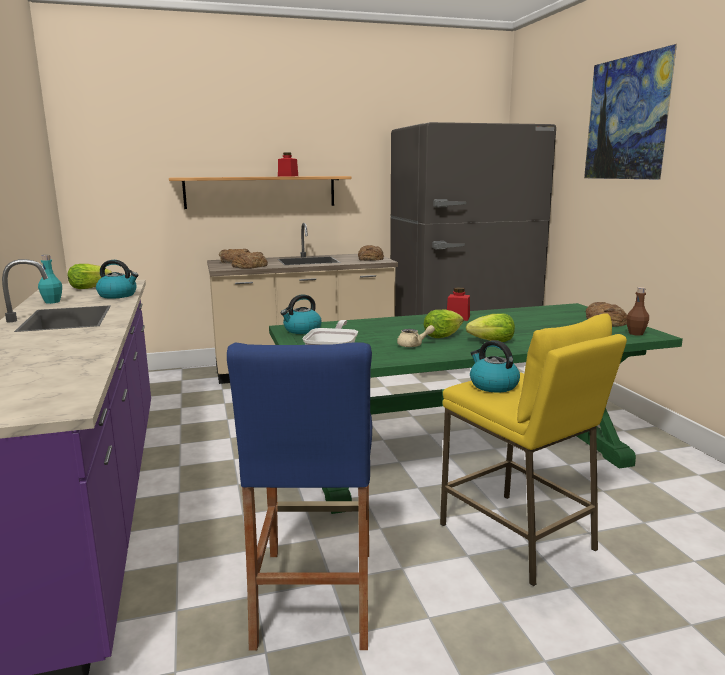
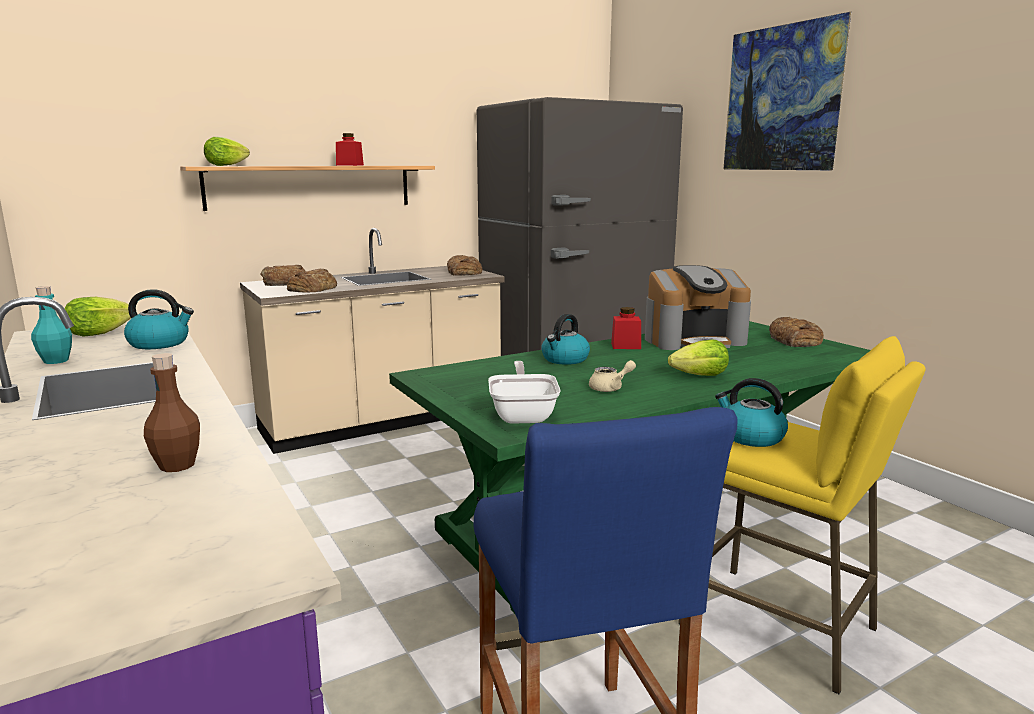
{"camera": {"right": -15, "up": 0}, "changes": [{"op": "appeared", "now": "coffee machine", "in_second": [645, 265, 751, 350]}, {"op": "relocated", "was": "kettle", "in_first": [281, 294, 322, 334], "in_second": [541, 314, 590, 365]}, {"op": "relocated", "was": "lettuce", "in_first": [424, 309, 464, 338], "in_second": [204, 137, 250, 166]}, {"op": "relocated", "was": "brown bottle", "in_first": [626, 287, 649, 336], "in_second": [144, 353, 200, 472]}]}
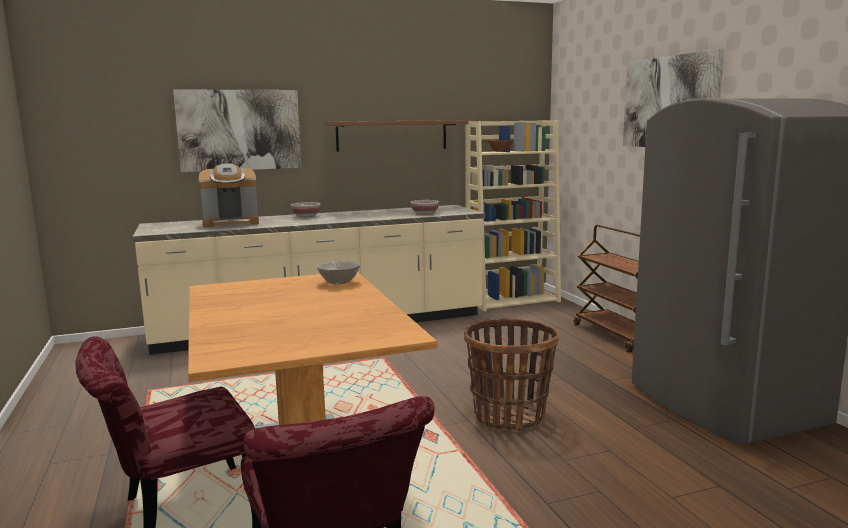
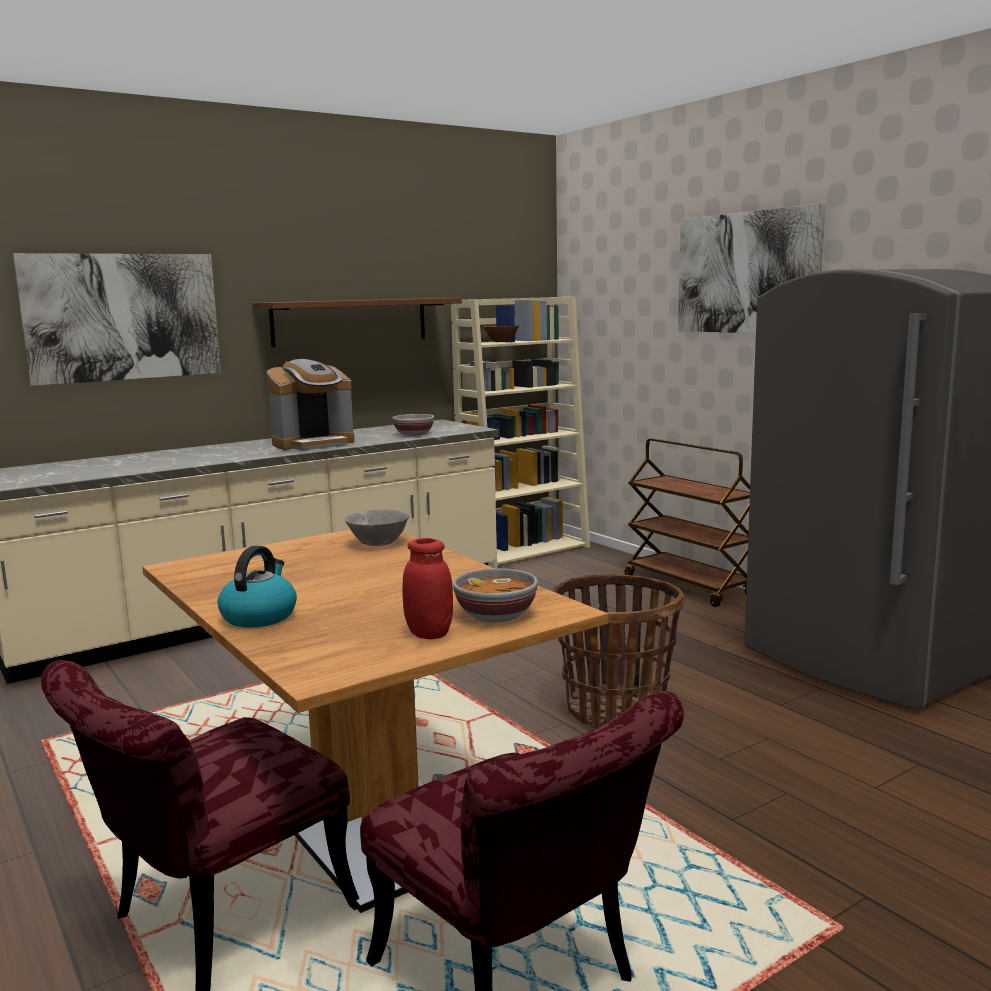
{"camera": {"right": -15, "up": 0}, "changes": [{"op": "appeared", "now": "kettle", "in_second": [218, 546, 297, 628]}, {"op": "appeared", "now": "red jar", "in_second": [402, 538, 453, 639]}, {"op": "relocated", "was": "coffee machine", "in_first": [199, 163, 259, 228], "in_second": [267, 359, 354, 450]}, {"op": "relocated", "was": "bowl", "in_first": [291, 202, 320, 217], "in_second": [453, 568, 538, 622]}]}
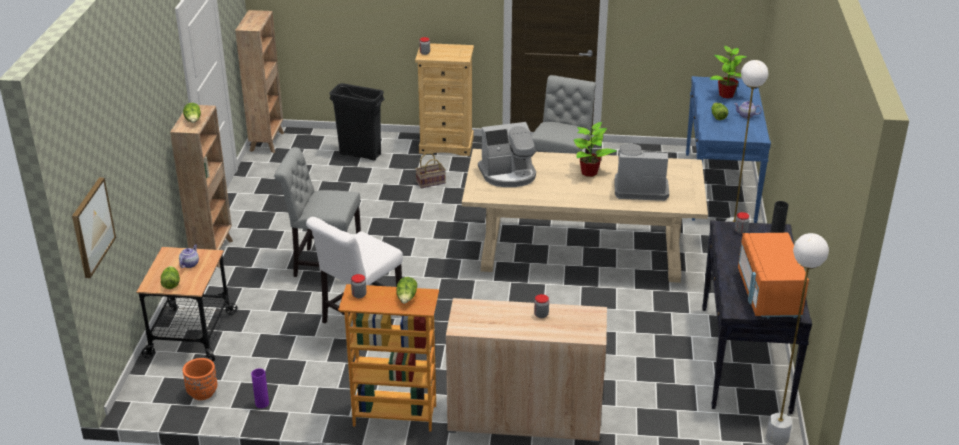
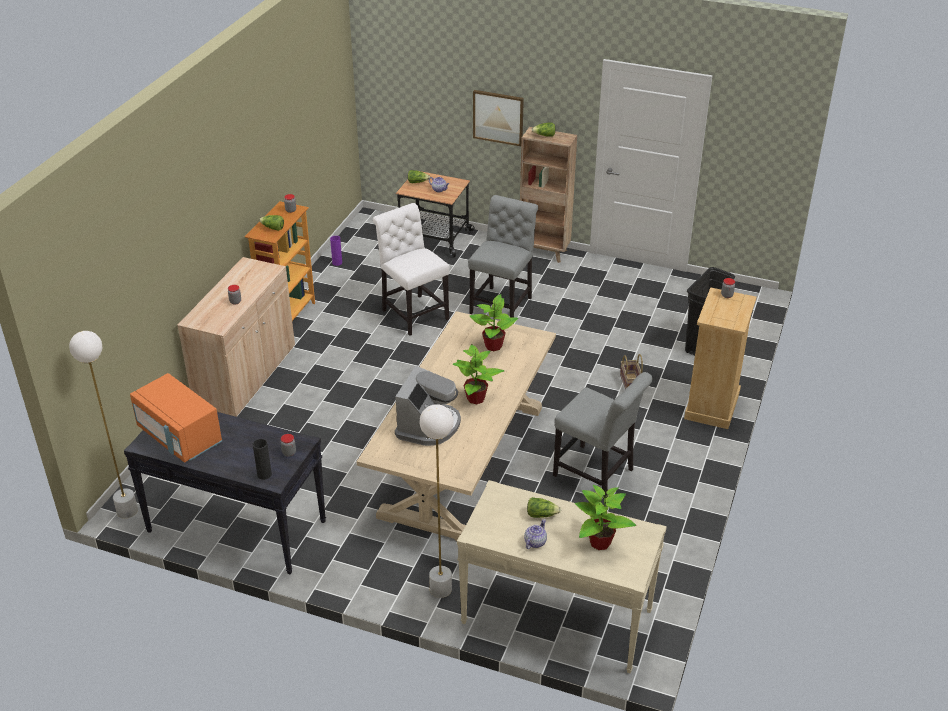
{"camera": {"right": 105, "up": 5}, "changes": [{"op": "missing", "was": "orange planter", "in_first": [183, 358, 218, 400]}, {"op": "missing", "was": "brown bookcase", "in_first": [235, 10, 284, 153]}, {"op": "relocated", "was": "picture", "in_first": [72, 177, 116, 278], "in_second": [473, 90, 524, 146]}, {"op": "exchanged", "was": "coffee machine", "now": "potted plant", "in_first": [478, 122, 536, 187], "in_second": [470, 294, 518, 351]}, {"op": "colour", "was": "blue console table", "now": "beige console table", "in_first": [686, 76, 771, 223], "in_second": [457, 480, 667, 673]}, {"op": "spun", "was": "orange microwave", "in_first": [738, 233, 809, 318], "in_second": [130, 373, 222, 463], "clockwise": -150}]}
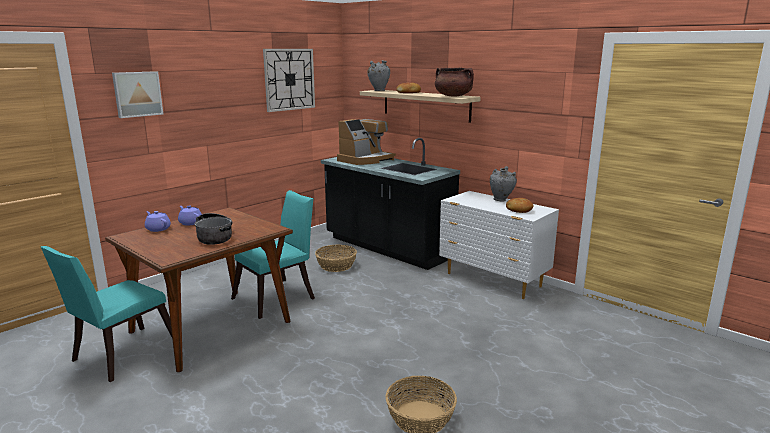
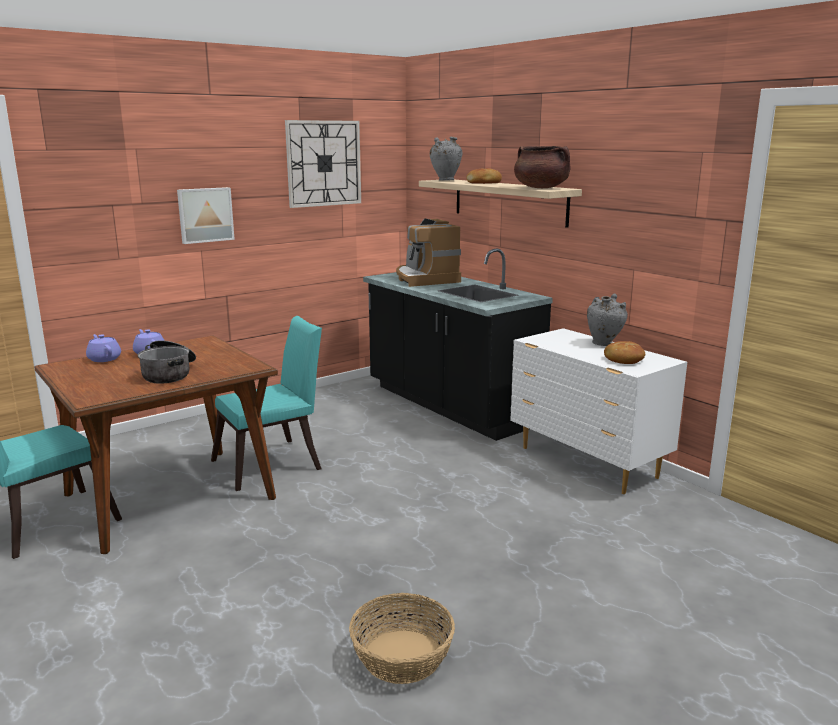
{"camera": {"right": 10, "up": 0}, "changes": [{"op": "missing", "was": "basket", "in_first": [315, 244, 357, 272]}, {"op": "relocated", "was": "picture", "in_first": [112, 71, 163, 118], "in_second": [177, 187, 235, 244]}, {"op": "spun", "was": "coffee machine", "in_first": [337, 119, 396, 165], "in_second": [396, 218, 461, 287], "clockwise": 105}]}
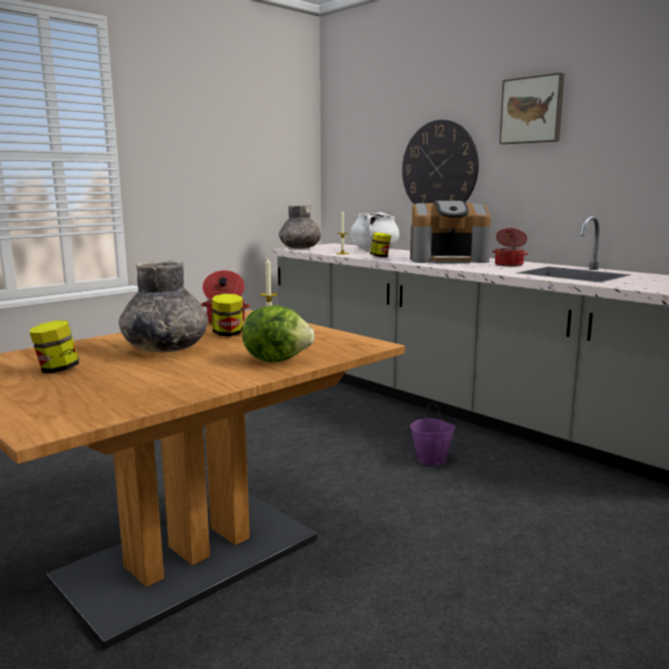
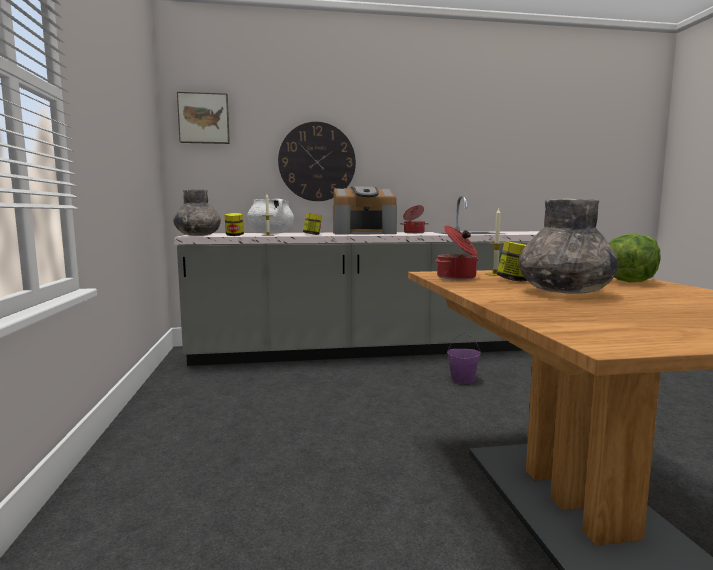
{"camera": {"right": -55, "up": -5}, "changes": [{"op": "relocated", "was": "jar", "in_first": [30, 320, 79, 373], "in_second": [224, 213, 244, 236]}, {"op": "relocated", "was": "picture", "in_first": [499, 73, 564, 144], "in_second": [177, 92, 230, 144]}, {"op": "spun", "was": "coffee machine", "in_first": [410, 201, 491, 263], "in_second": [333, 187, 397, 235], "clockwise": 45}]}
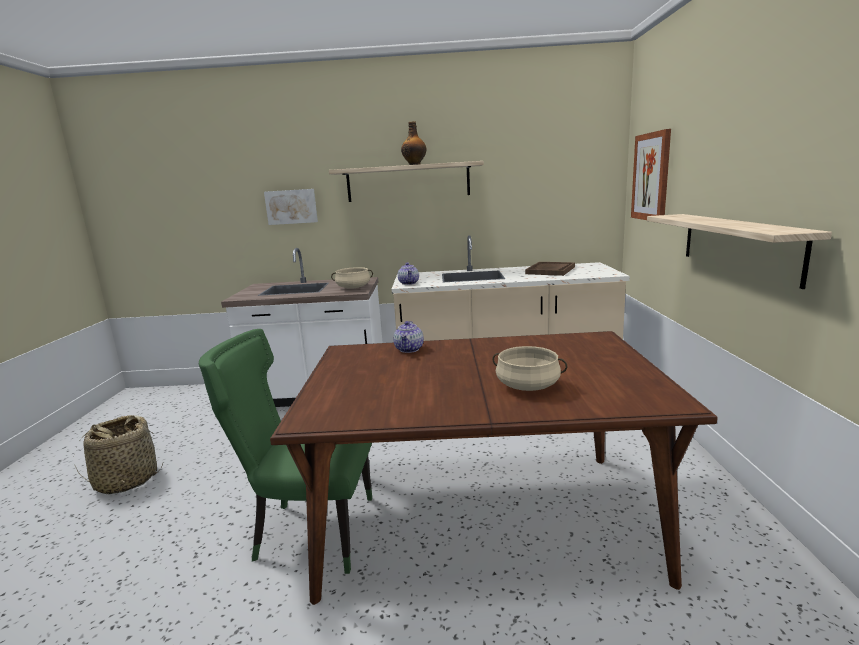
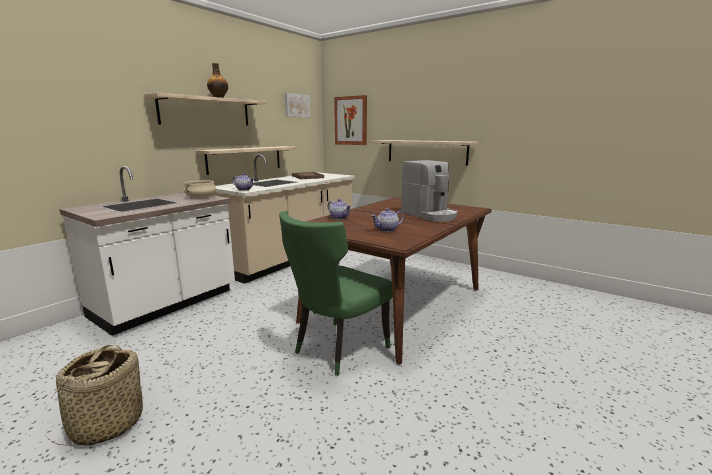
{"camera": {"right": -55, "up": 0}, "changes": [{"op": "appeared", "now": "shelf", "in_second": [196, 146, 297, 175]}, {"op": "appeared", "now": "teapot", "in_second": [371, 208, 404, 232]}, {"op": "relocated", "was": "picture", "in_first": [264, 189, 318, 225], "in_second": [284, 93, 310, 117]}, {"op": "exchanged", "was": "beige cooking pot", "now": "coffee machine", "in_first": [492, 346, 567, 391], "in_second": [401, 160, 457, 222]}]}
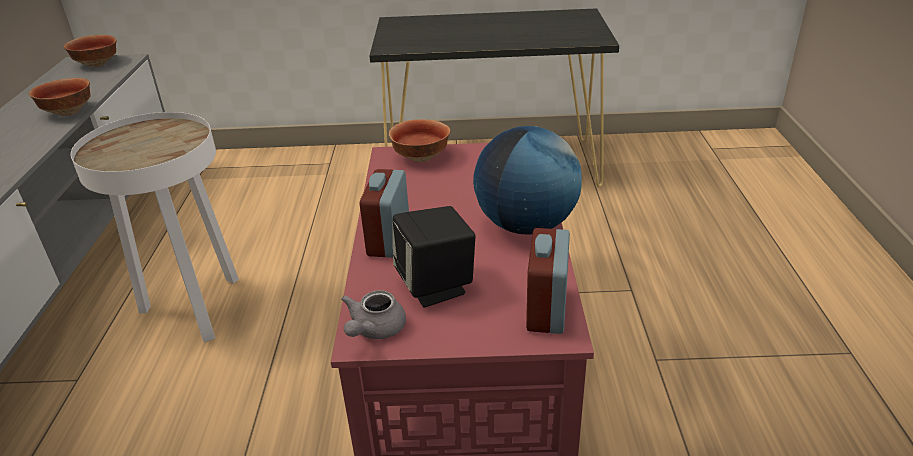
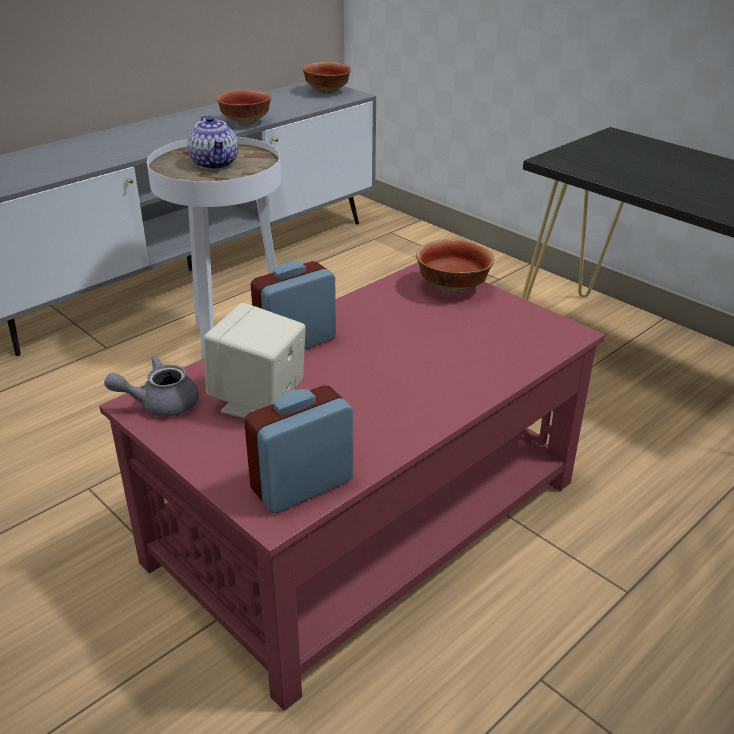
{"camera": {"right": 45, "up": 0}, "changes": [{"op": "missing", "was": "globe", "in_first": [473, 126, 582, 235]}, {"op": "appeared", "now": "teapot", "in_second": [187, 116, 238, 170]}, {"op": "colour", "was": "black speaker", "now": "beige speaker", "in_first": [393, 206, 476, 307], "in_second": [204, 303, 306, 419]}]}
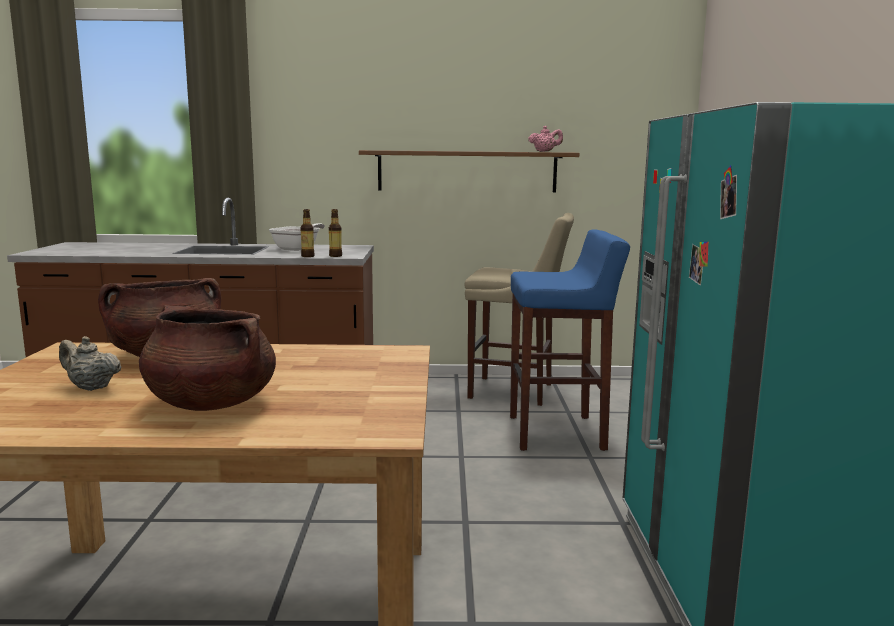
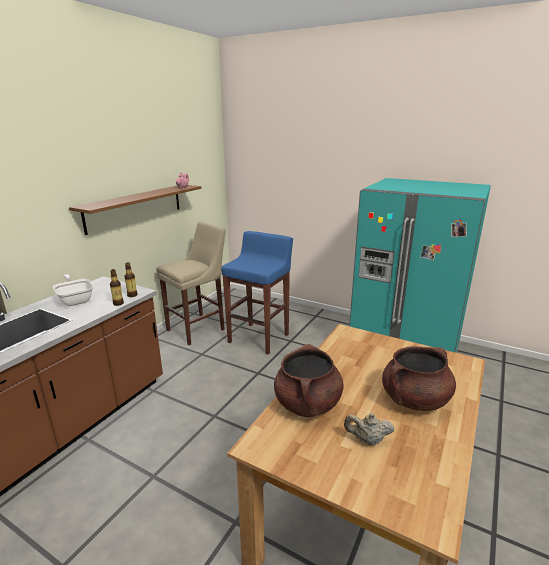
{"camera": {"right": -60, "up": 10}, "changes": [{"op": "spun", "was": "beige teapot", "in_first": [59, 336, 121, 391], "in_second": [344, 413, 395, 445], "clockwise": 45}]}
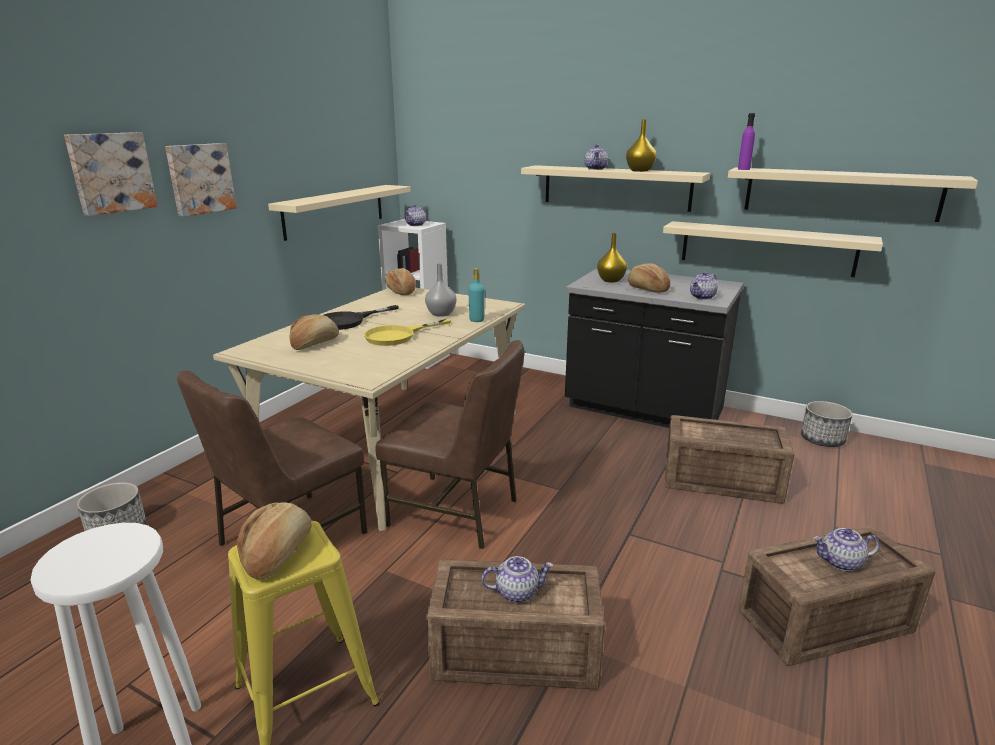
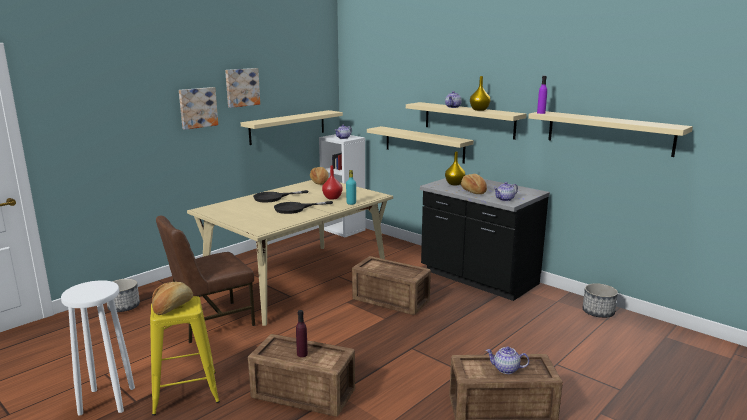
{"camera": {"right": 15, "up": -5}, "changes": [{"op": "missing", "was": "bread", "in_first": [290, 314, 339, 350]}, {"op": "missing", "was": "brown chair", "in_first": [375, 340, 524, 549]}, {"op": "relocated", "was": "picture", "in_first": [64, 132, 157, 216], "in_second": [225, 68, 260, 108]}, {"op": "relocated", "was": "beige shelf", "in_first": [663, 221, 883, 277], "in_second": [367, 126, 474, 164]}, {"op": "relocated", "was": "crate", "in_first": [665, 415, 795, 504], "in_second": [352, 256, 431, 315]}, {"op": "exchanged", "was": "teapot", "now": "purple bottle", "in_first": [482, 556, 553, 603], "in_second": [296, 310, 308, 357]}, {"op": "colour", "was": "yellow frying pan", "now": "black frying pan", "in_first": [364, 319, 451, 346], "in_second": [274, 201, 333, 214]}, {"op": "colour", "was": "grey vase", "now": "red vase", "in_first": [425, 264, 457, 317], "in_second": [322, 166, 343, 200]}]}
